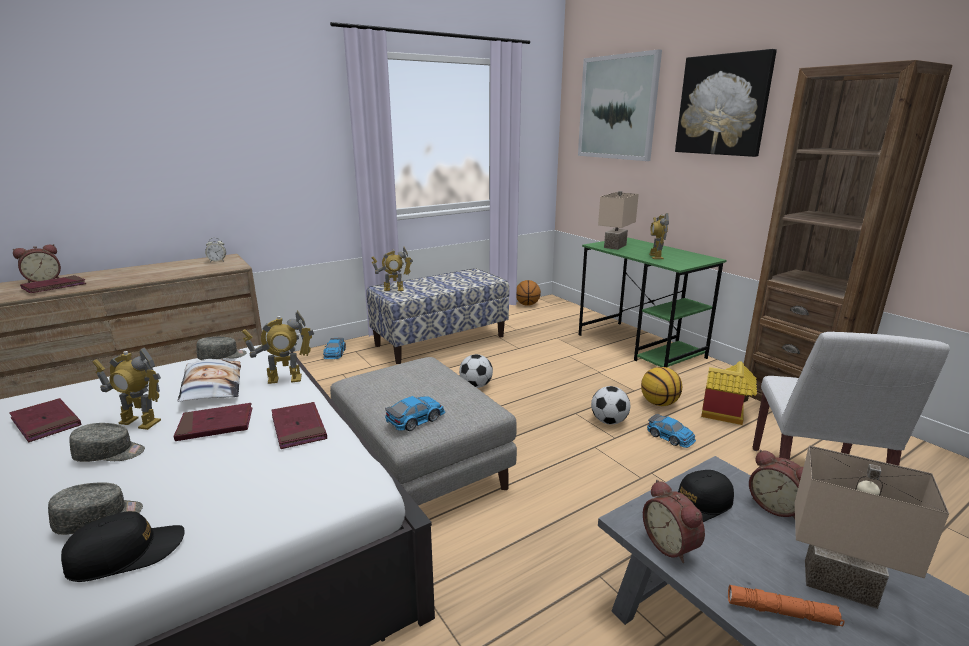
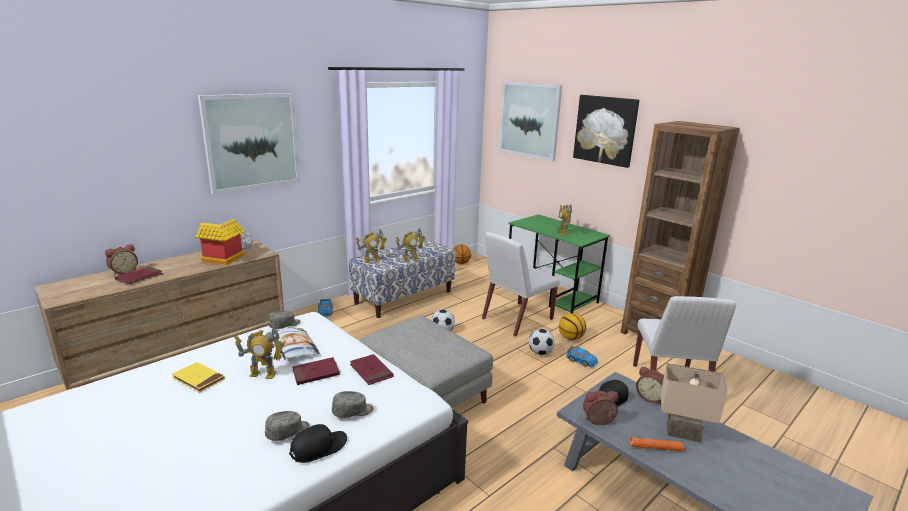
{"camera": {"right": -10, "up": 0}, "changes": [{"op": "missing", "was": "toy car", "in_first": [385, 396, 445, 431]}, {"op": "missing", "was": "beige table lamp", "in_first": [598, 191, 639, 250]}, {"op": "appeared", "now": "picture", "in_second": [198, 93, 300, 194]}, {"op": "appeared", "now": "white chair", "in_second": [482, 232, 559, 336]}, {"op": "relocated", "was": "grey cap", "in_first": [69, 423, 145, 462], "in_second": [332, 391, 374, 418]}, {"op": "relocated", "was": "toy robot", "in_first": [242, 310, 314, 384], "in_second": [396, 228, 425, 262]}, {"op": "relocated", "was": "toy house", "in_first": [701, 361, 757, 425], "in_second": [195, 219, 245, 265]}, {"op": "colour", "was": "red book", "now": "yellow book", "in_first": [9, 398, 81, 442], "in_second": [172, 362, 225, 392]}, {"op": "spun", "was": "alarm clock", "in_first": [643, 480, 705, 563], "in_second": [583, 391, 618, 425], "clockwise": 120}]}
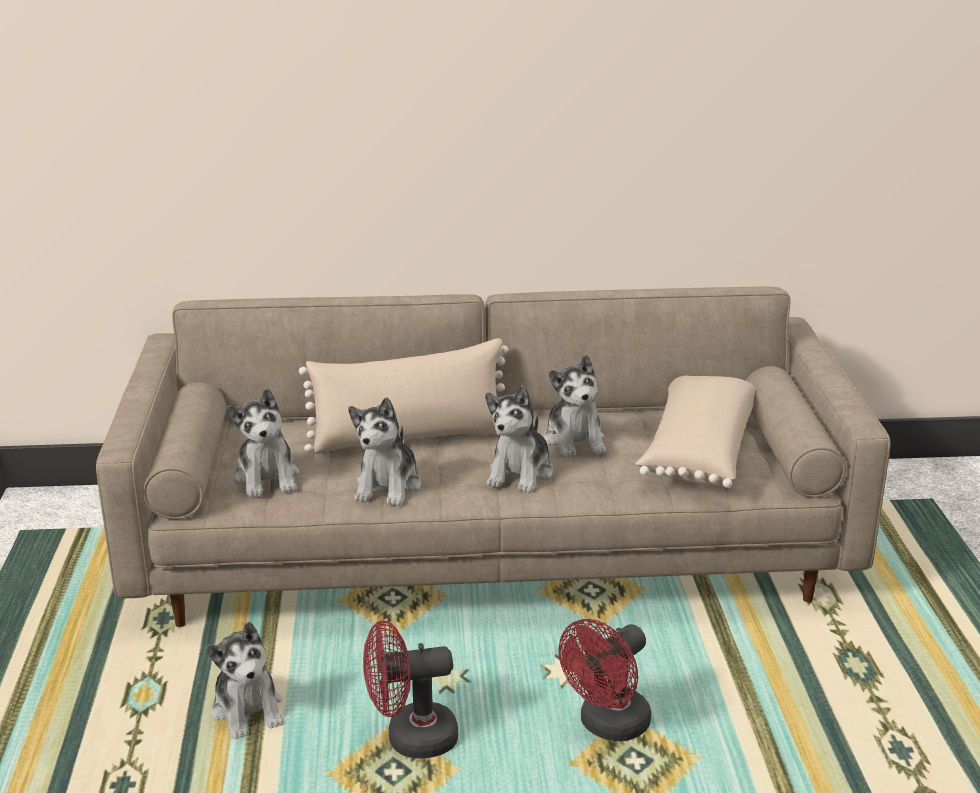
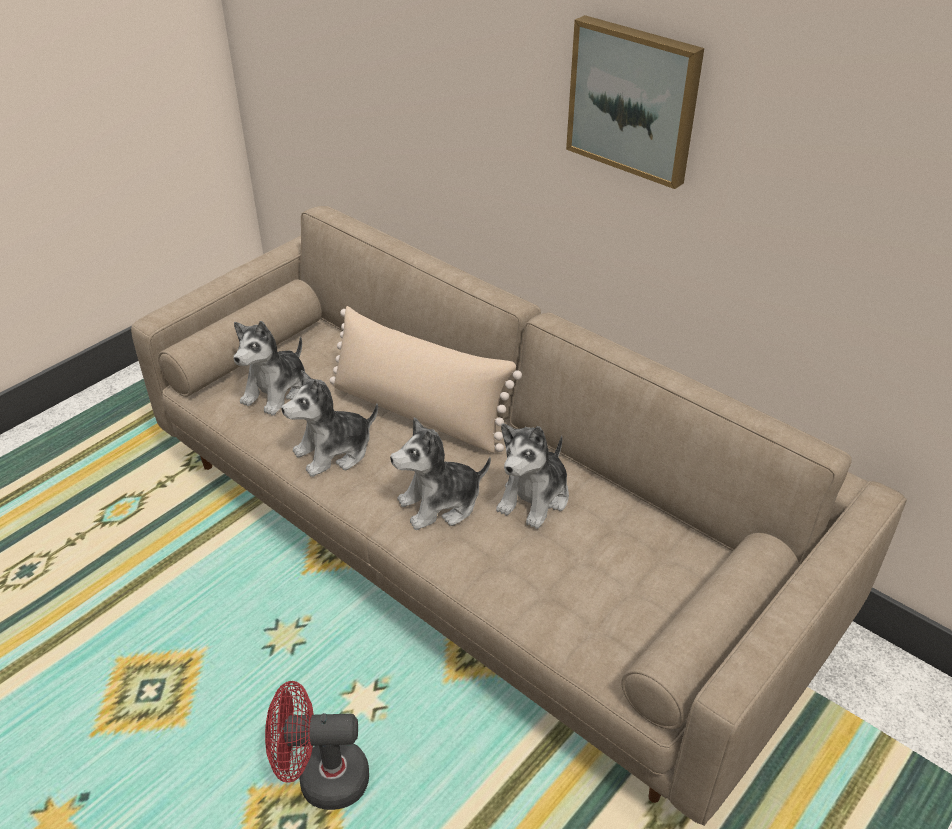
{"camera": {"right": 45, "up": 15}, "changes": [{"op": "missing", "was": "plush toy", "in_first": [206, 622, 284, 739]}, {"op": "missing", "was": "red fan", "in_first": [363, 620, 458, 759]}, {"op": "missing", "was": "beige pillow", "in_first": [635, 376, 755, 488]}, {"op": "appeared", "now": "picture", "in_second": [566, 15, 704, 189]}]}
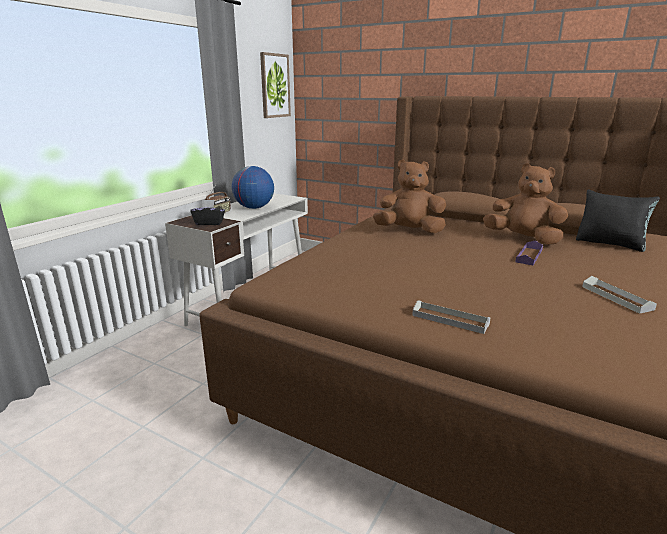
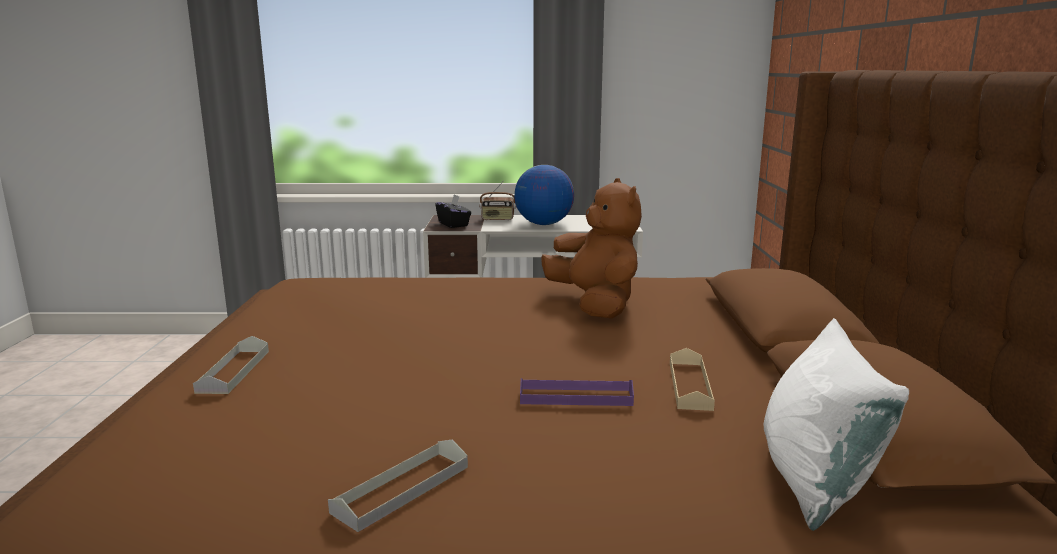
{"camera": {"right": 60, "up": -5}, "changes": [{"op": "missing", "was": "picture", "in_first": [260, 52, 291, 118]}, {"op": "exchanged", "was": "brown plush toy", "now": "beige tray", "in_first": [483, 163, 568, 245], "in_second": [670, 348, 715, 411]}, {"op": "colour", "was": "black pillow", "now": "white pillow", "in_first": [576, 190, 660, 252], "in_second": [763, 318, 909, 531]}]}
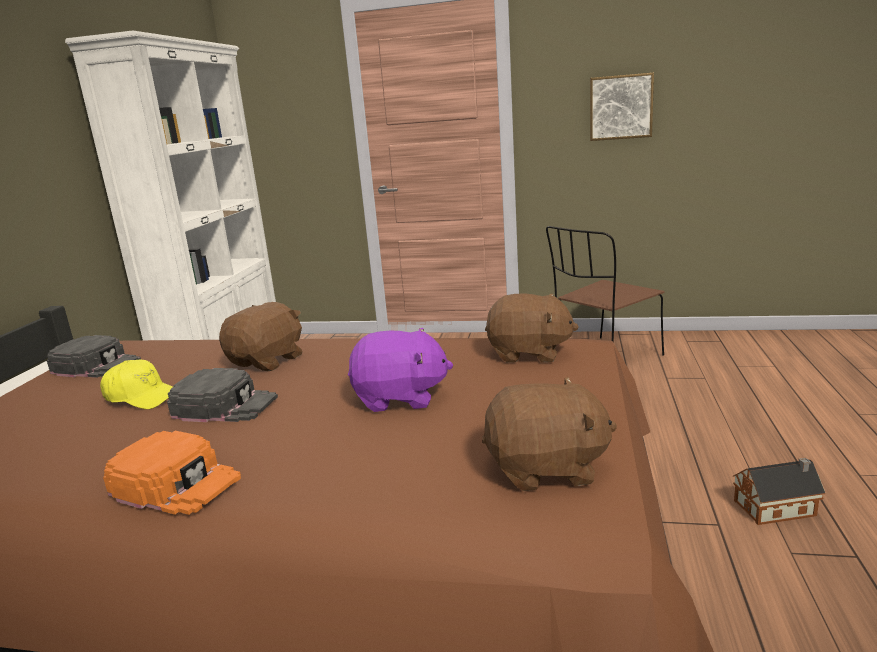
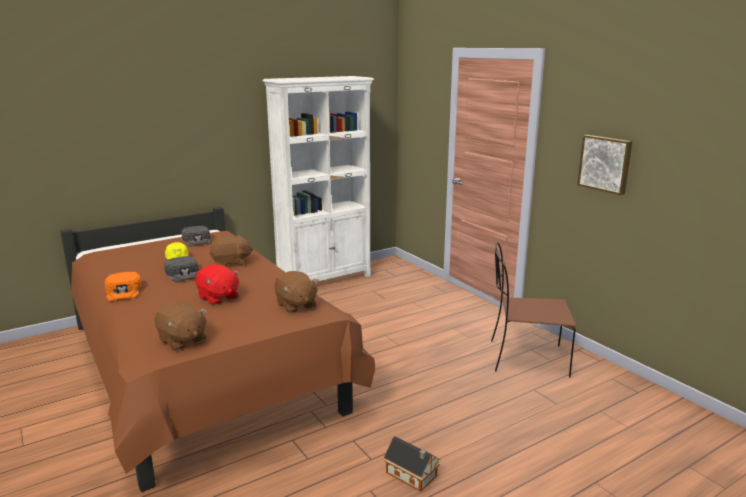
{"camera": {"right": 45, "up": 0}, "changes": [{"op": "colour", "was": "purple plush toy", "now": "red plush toy", "in_first": [348, 328, 453, 412], "in_second": [195, 264, 240, 305]}]}
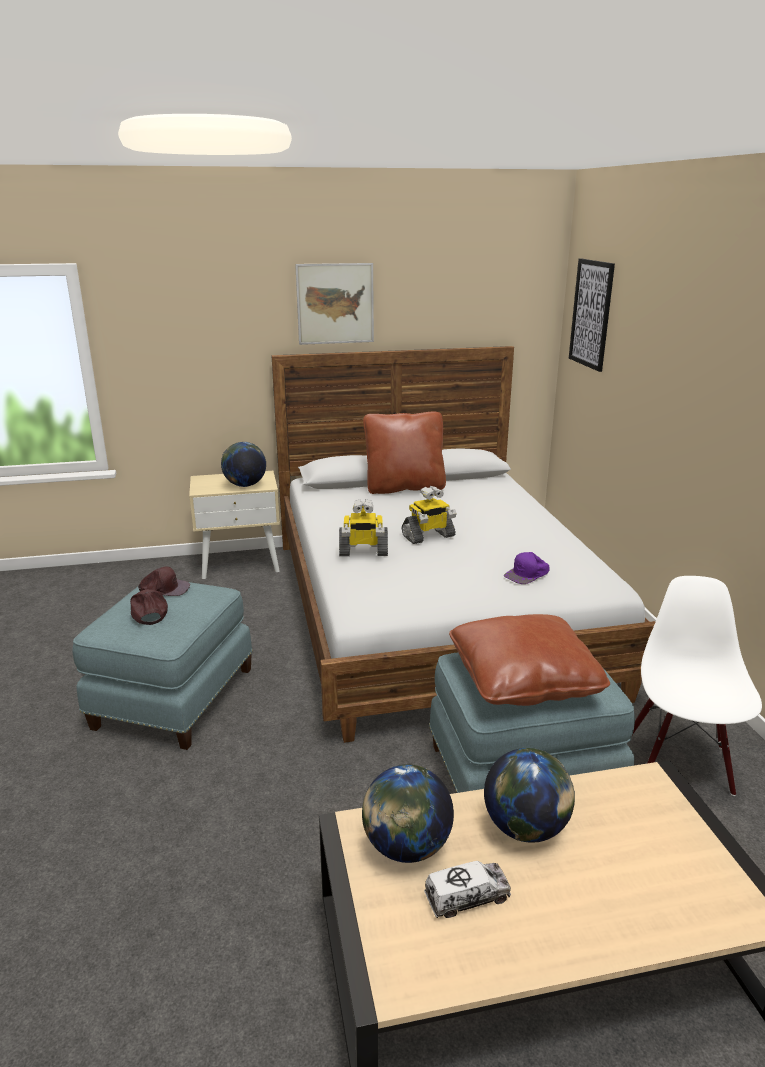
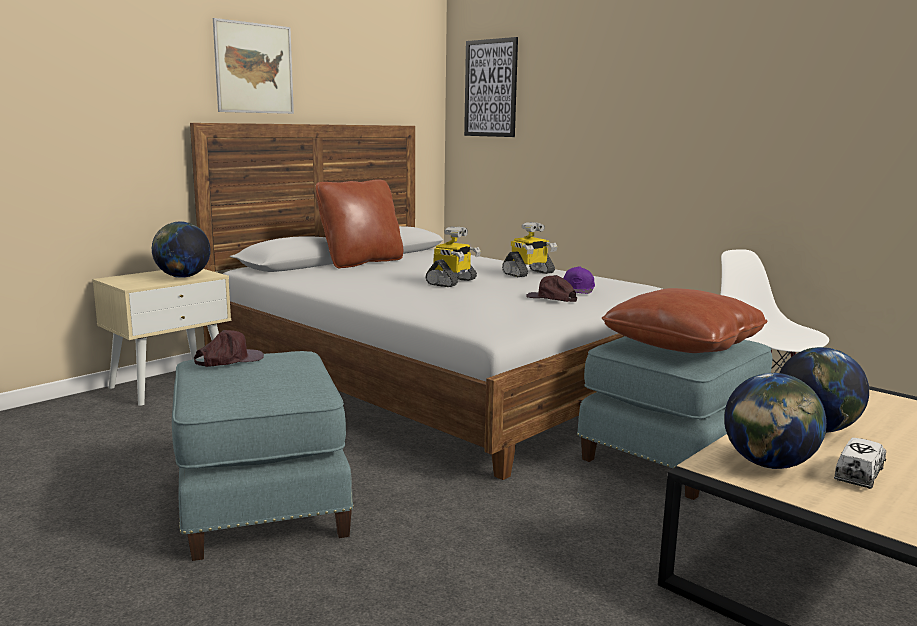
{"camera": {"right": -35, "up": -10}, "changes": [{"op": "relocated", "was": "brown cap", "in_first": [130, 589, 168, 625], "in_second": [526, 275, 577, 302]}, {"op": "relocated", "was": "toy robot", "in_first": [339, 499, 388, 556], "in_second": [502, 222, 557, 277]}]}
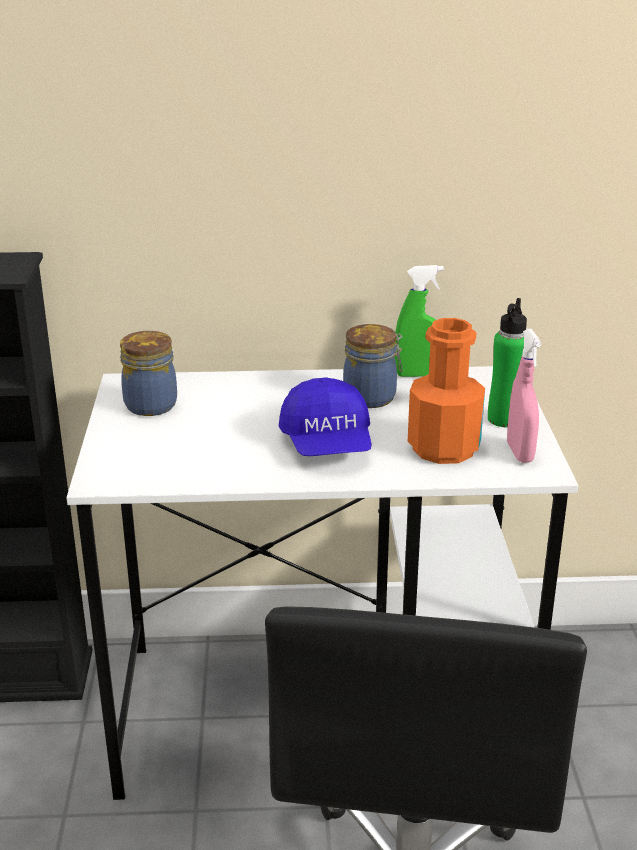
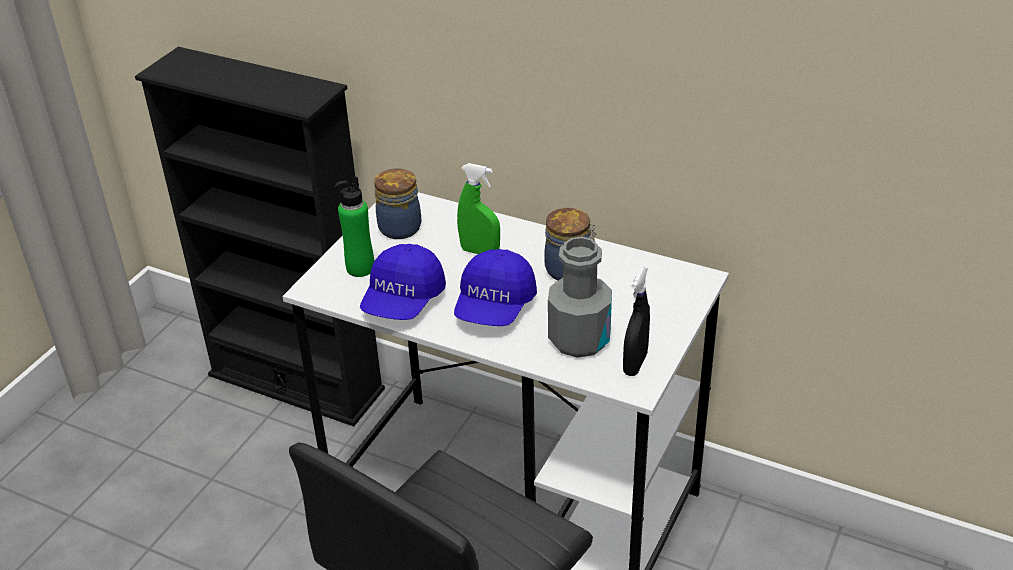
{"camera": {"right": 30, "up": 10}, "changes": [{"op": "appeared", "now": "blue cap", "in_second": [360, 244, 446, 320]}, {"op": "relocated", "was": "green spray bottle", "in_first": [395, 265, 444, 377], "in_second": [457, 163, 500, 254]}, {"op": "relocated", "was": "green bottle", "in_first": [488, 298, 527, 427], "in_second": [335, 176, 374, 277]}, {"op": "colour", "was": "orange bottle", "now": "grey bottle", "in_first": [408, 318, 485, 464], "in_second": [548, 237, 612, 358]}, {"op": "colour", "was": "pink spray bottle", "now": "black spray bottle", "in_first": [507, 329, 541, 463], "in_second": [623, 267, 650, 376]}]}
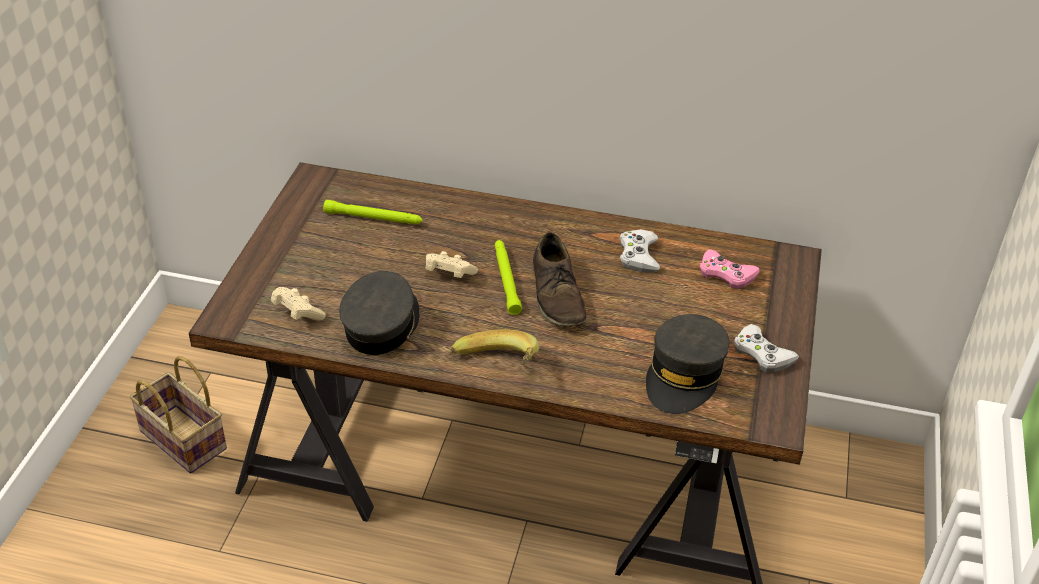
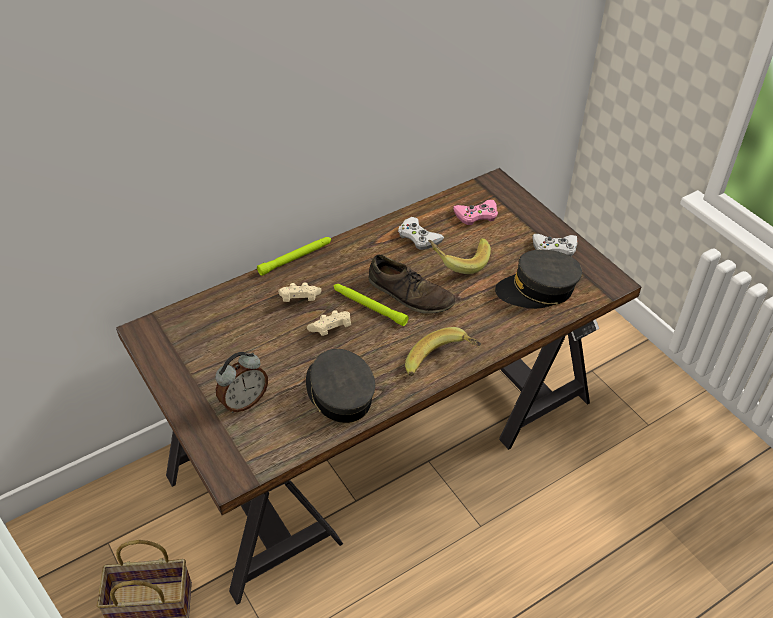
{"camera": {"right": -45, "up": 5}, "changes": [{"op": "appeared", "now": "alarm clock", "in_second": [215, 352, 268, 413]}, {"op": "appeared", "now": "banana", "in_second": [428, 238, 491, 274]}, {"op": "relocated", "was": "beige game controller", "in_first": [271, 287, 326, 321], "in_second": [278, 283, 321, 302]}, {"op": "relocated", "was": "green flashlight", "in_first": [323, 200, 422, 224], "in_second": [257, 237, 331, 276]}, {"op": "spun", "was": "grey cap", "in_first": [646, 314, 730, 414], "in_second": [495, 250, 582, 309], "clockwise": 105}]}
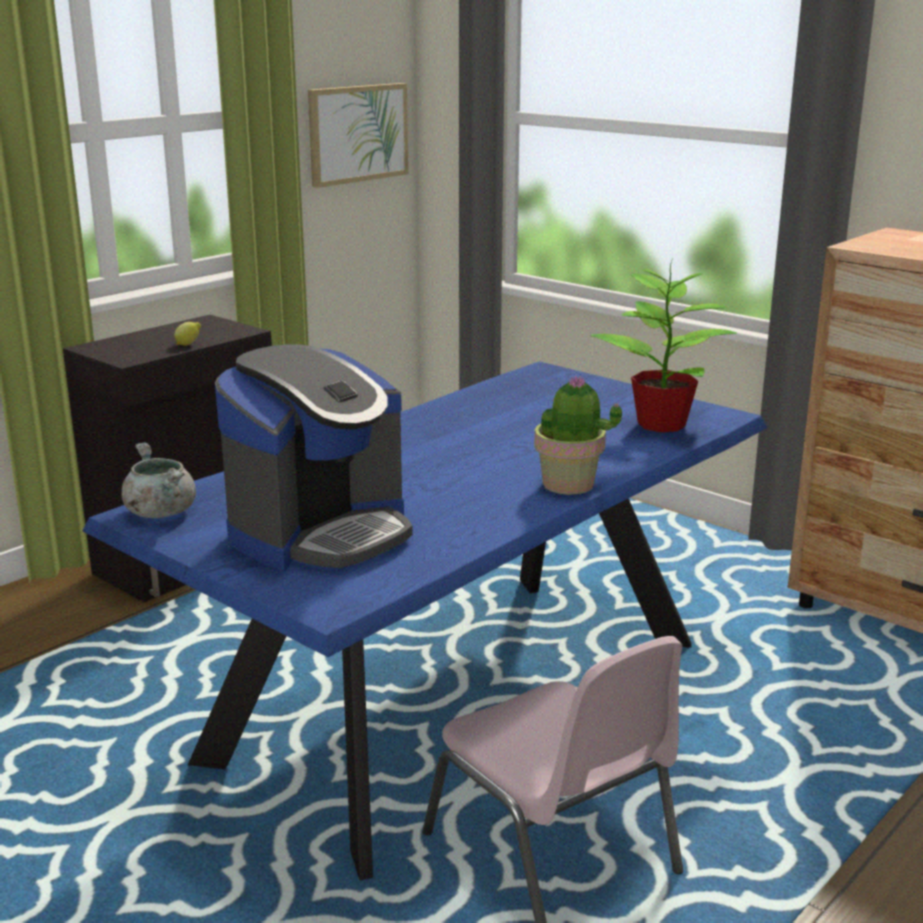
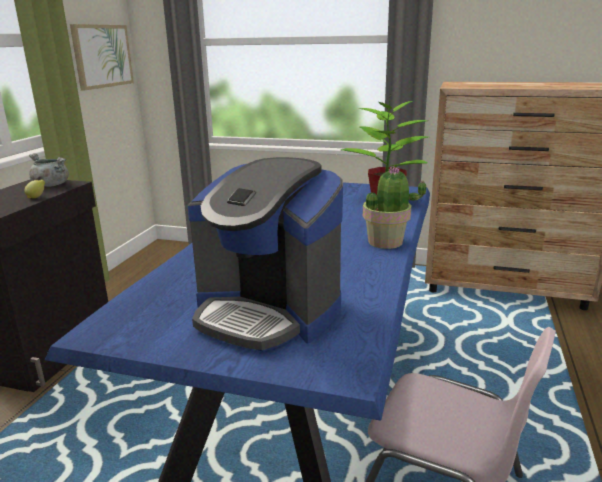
{"camera": {"right": -25, "up": 0}, "changes": [{"op": "relocated", "was": "grey cooking pot", "in_first": [122, 442, 196, 518], "in_second": [29, 153, 69, 187]}, {"op": "spun", "was": "coffee machine", "in_first": [215, 345, 413, 571], "in_second": [188, 157, 343, 351], "clockwise": 105}]}
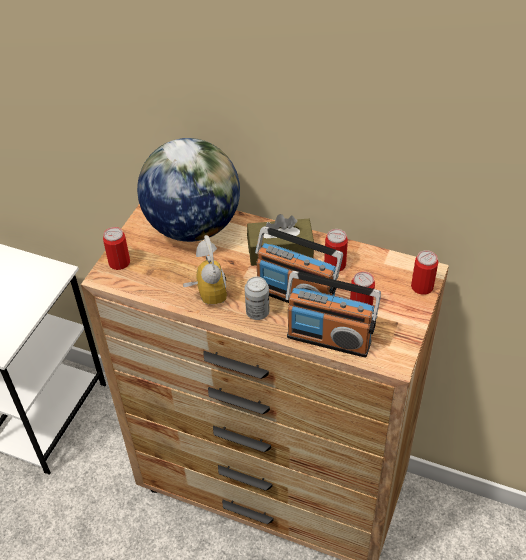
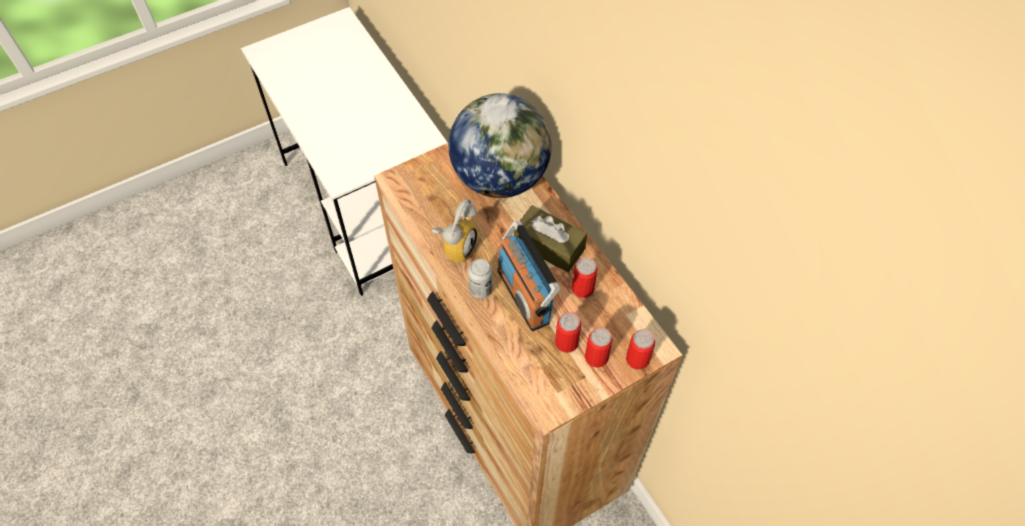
{"camera": {"right": 35, "up": 10}, "changes": [{"op": "missing", "was": "radio", "in_first": [286, 271, 381, 357]}, {"op": "relocated", "was": "can", "in_first": [103, 227, 130, 270], "in_second": [585, 327, 613, 368]}]}
